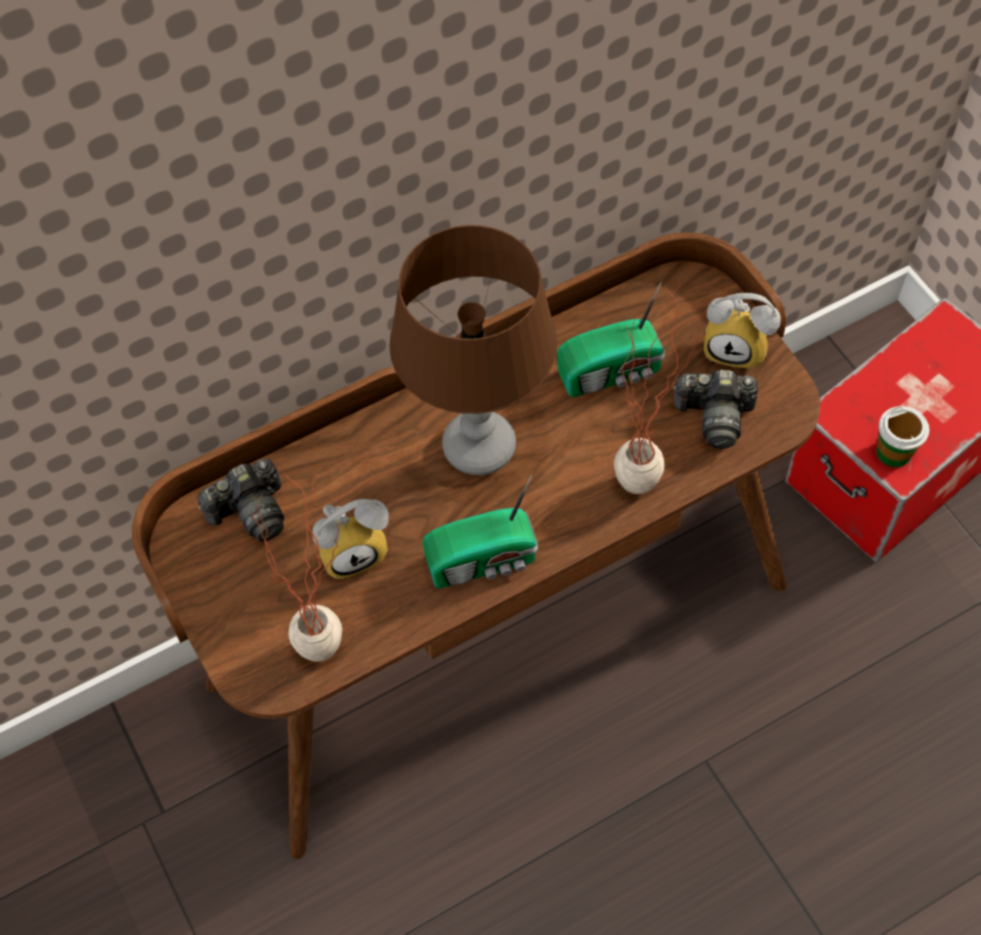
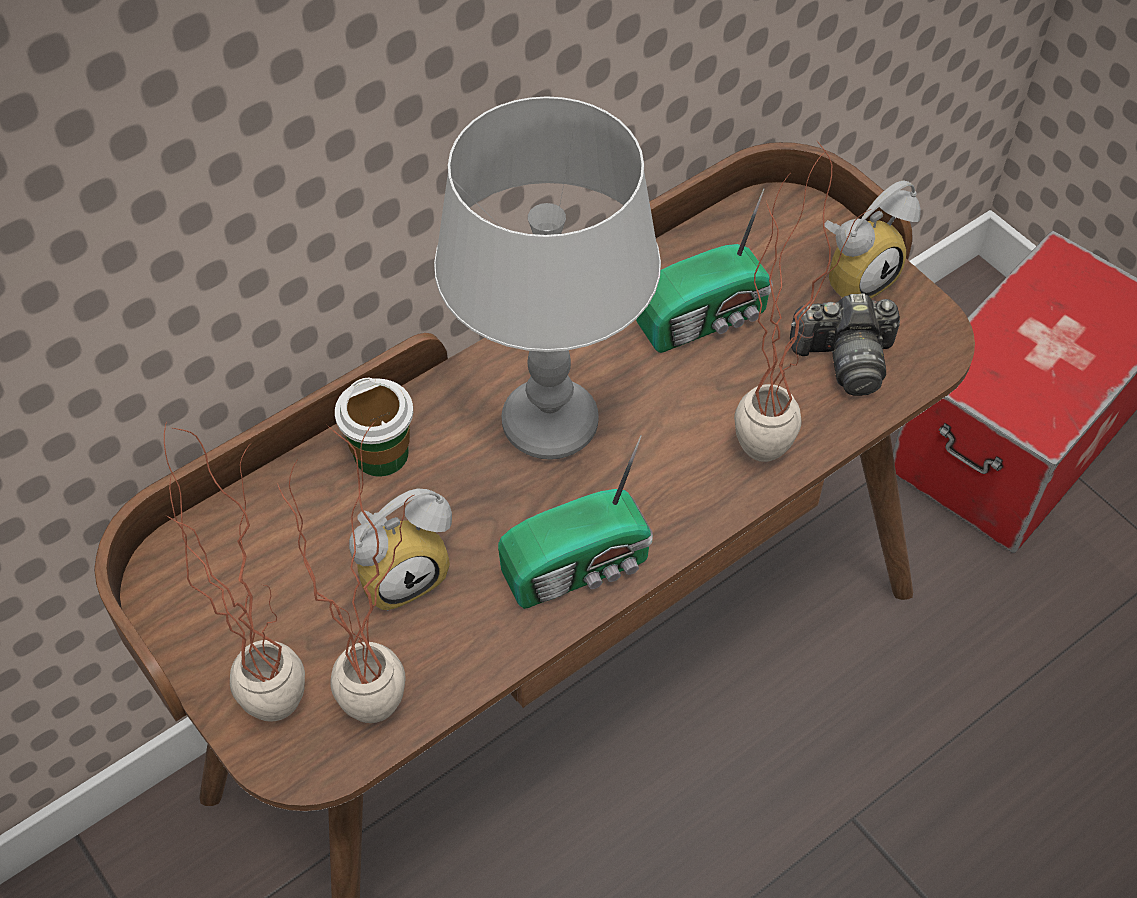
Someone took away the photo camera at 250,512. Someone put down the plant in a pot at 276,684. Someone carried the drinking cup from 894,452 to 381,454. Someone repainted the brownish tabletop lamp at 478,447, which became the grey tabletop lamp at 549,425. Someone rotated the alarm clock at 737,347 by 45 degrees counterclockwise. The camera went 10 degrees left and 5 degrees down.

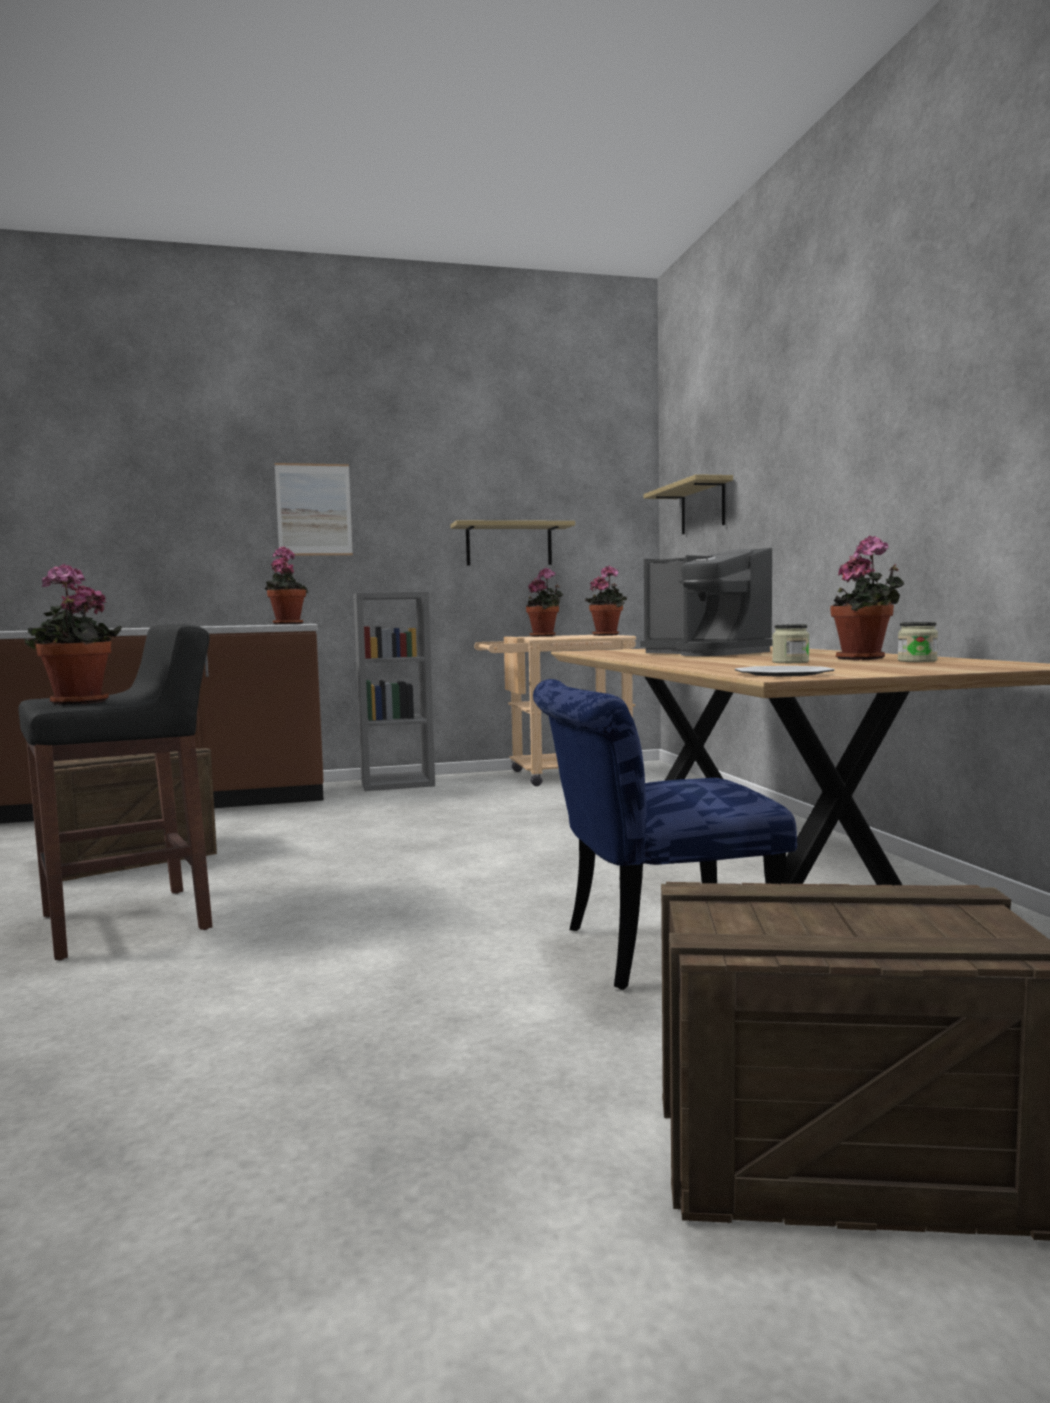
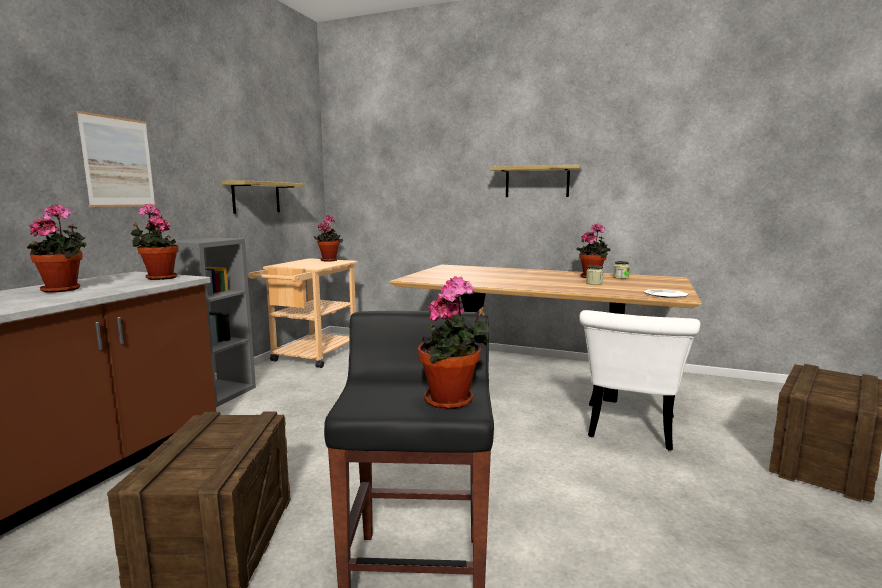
Someone took away the coffee brewer at 706,654. Someone carried the plant in a pot from 545,636 to 65,289. Someone carried the wall shelf from 703,507 to 537,182. Someone repainted the bluish upright chair at 652,950, which became the whitish upright chair at 628,430. The camera went 55 degrees left and 5 degrees up.

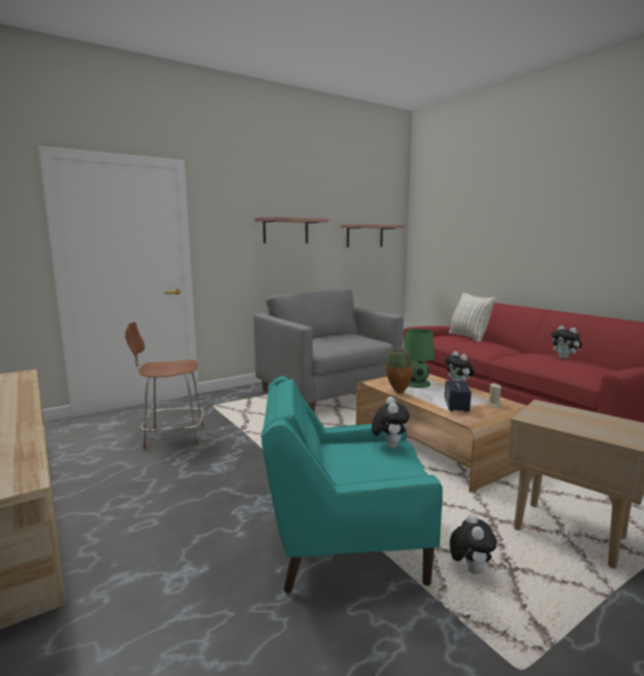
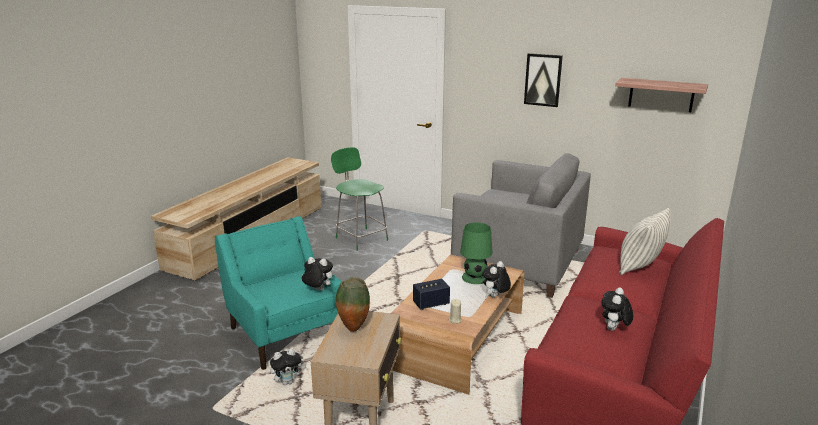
Someone carried the decorative vase from 398,392 to 353,328. Someone swapped the wall shelf at 285,231 for the picture at 543,80. Someone repainted the brownish stool seat at 172,436, which became the green stool seat at 360,238. Someone rotated the grey easy chair at 328,392 by 90 degrees clockwise. Someone rotated the cuddly toy at 389,445 by 135 degrees counterclockwise. The camera went 60 degrees right and 10 degrees up.

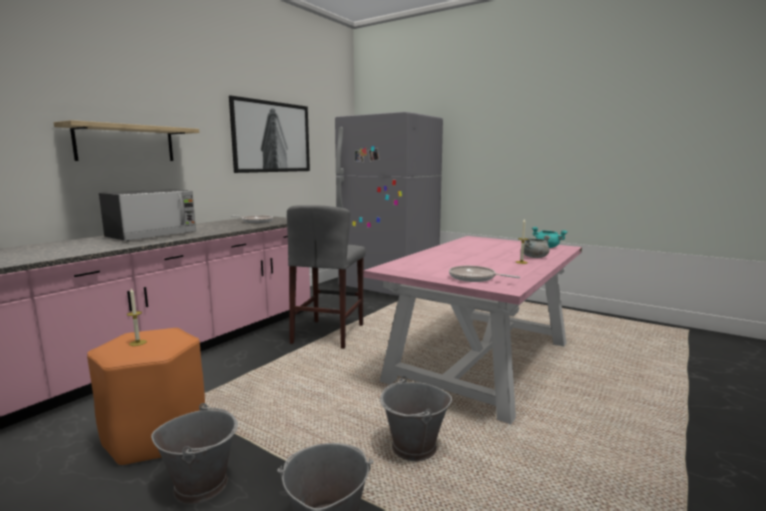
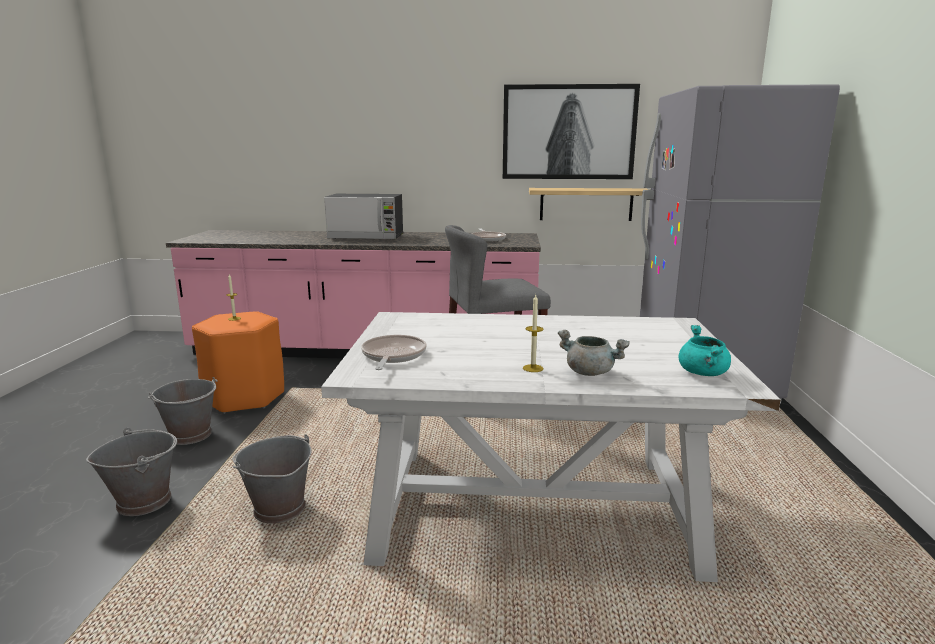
Someone carried the wall shelf from 126,143 to 586,204. Someone repainted the pinkish dinner table at 481,361, which became the whitish dinner table at 531,507. The camera went 60 degrees right and 5 degrees up.

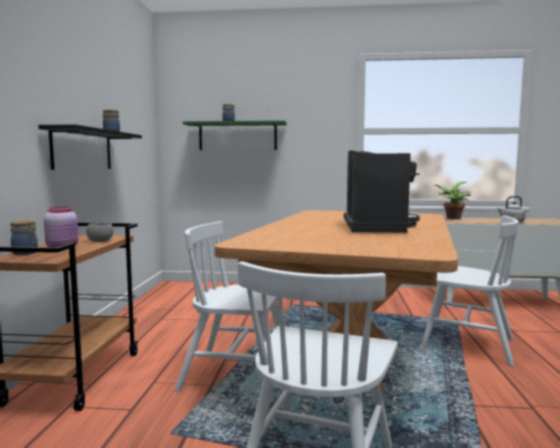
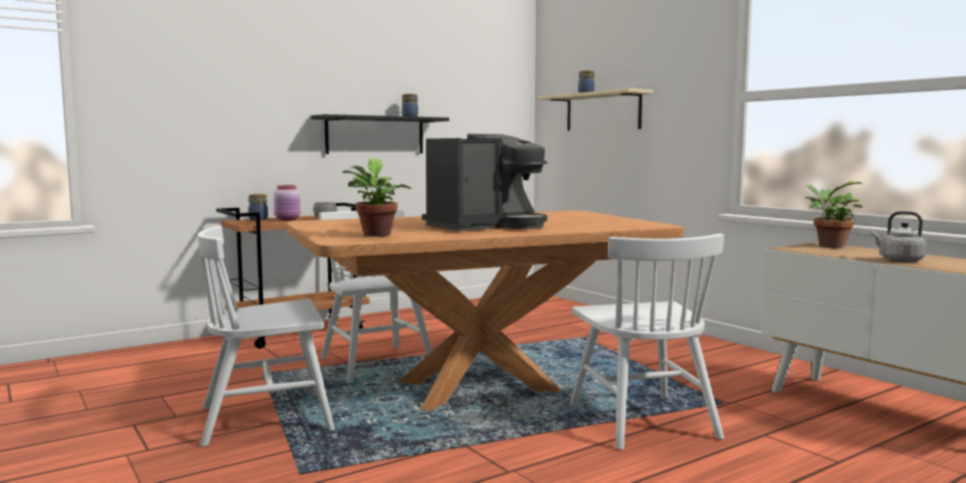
Someone put down the plant in a pot at 376,235. Someone repainted the green wall shelf at 237,136, which became the beige-coloured wall shelf at 603,111. The camera went 50 degrees right and 0 degrees up.

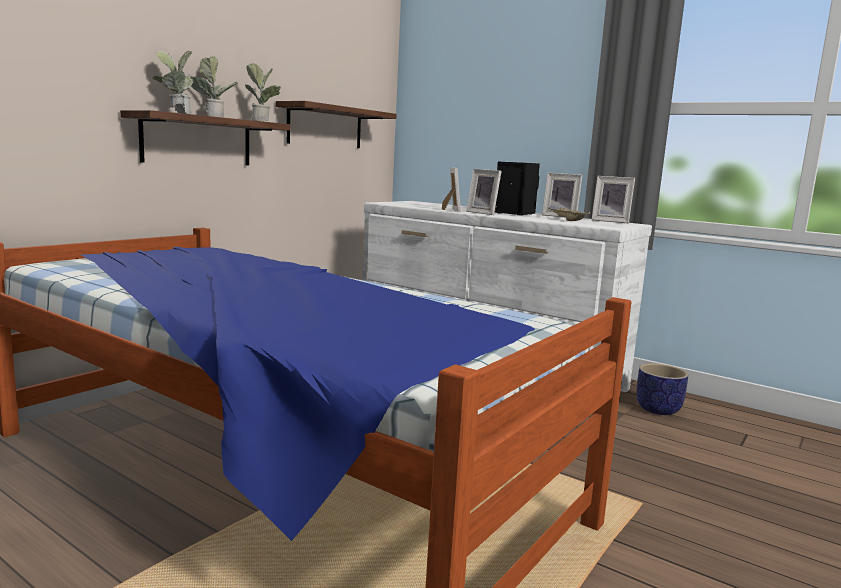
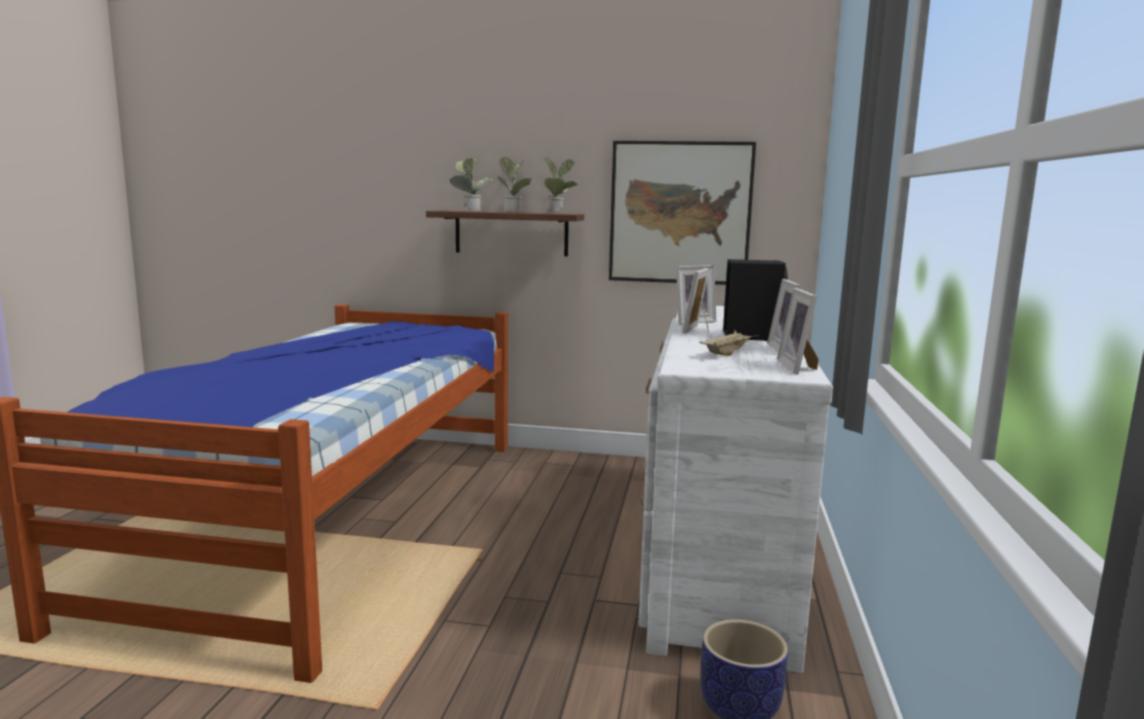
Someone swapped the wall shelf at 325,127 for the picture at 680,213. The camera went 65 degrees right and 0 degrees up.

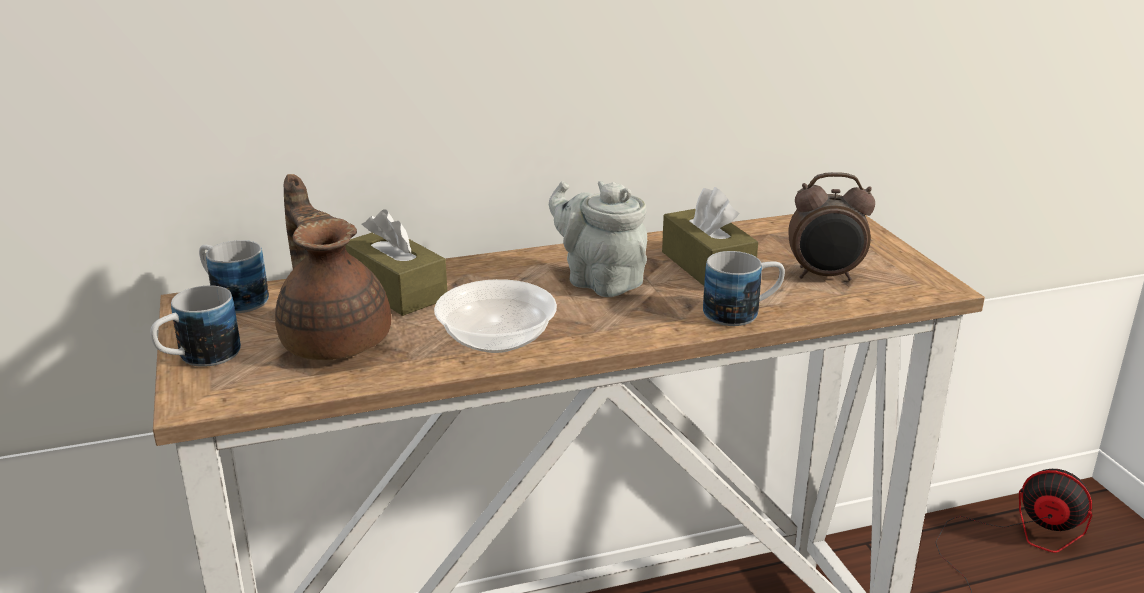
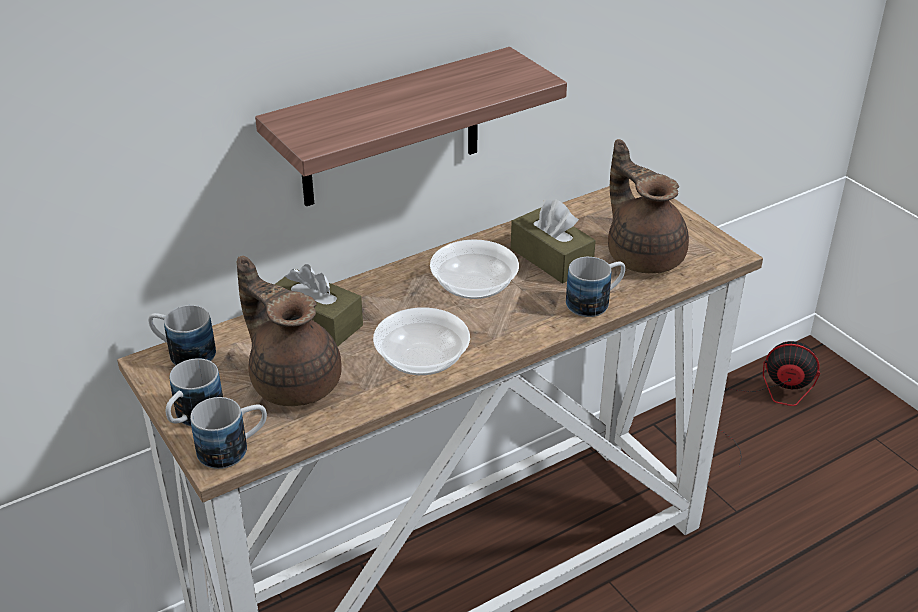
Someone put down the tea mug at 234,448. Someone put up the wall shelf at 391,129. Someone swapped the grey teapot at 600,281 for the bowl at 474,287. Someone swapped the alarm clock at 825,276 for the brownish teapot at 643,255. The camera went 15 degrees left and 10 degrees up.

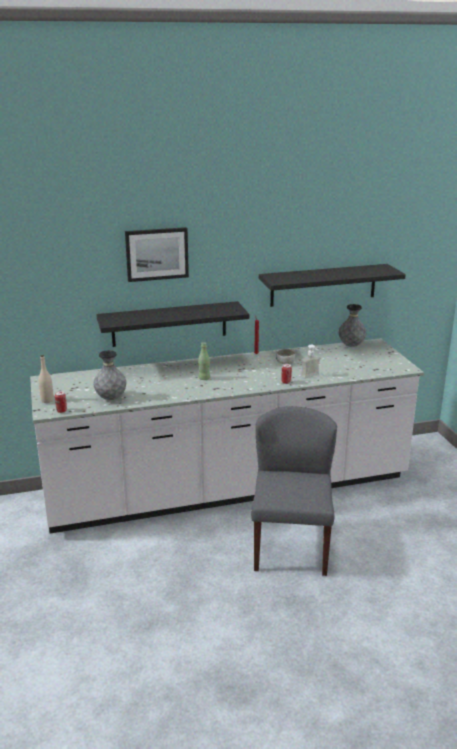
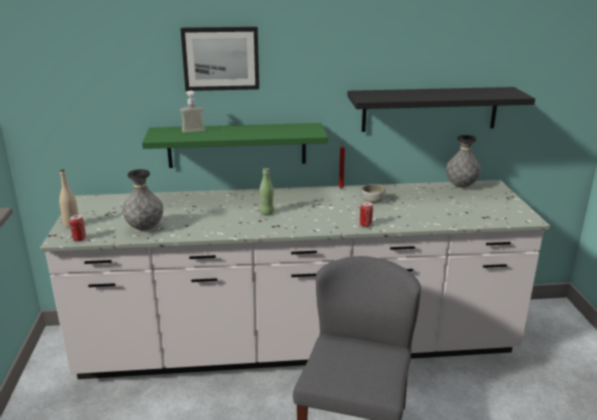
Someone carried the soap dispenser from 312,377 to 194,132. Someone repainted the blackish wall shelf at 169,324, which became the green wall shelf at 237,145. The camera went 10 degrees right and 0 degrees up.

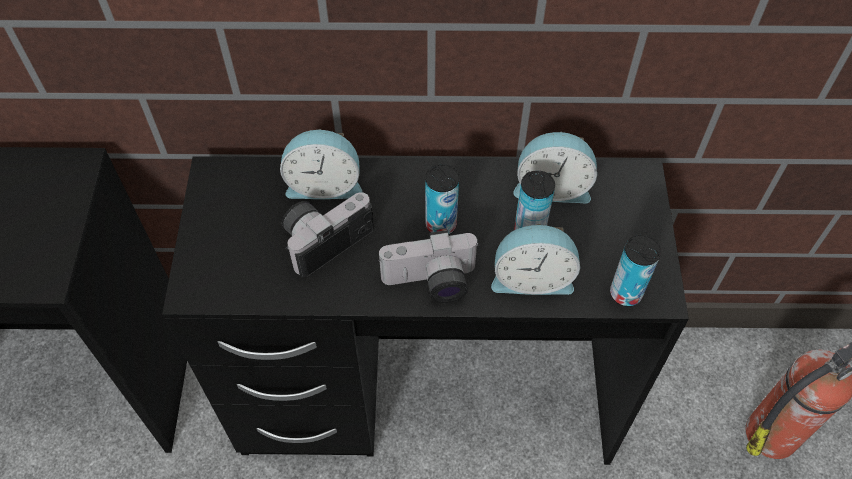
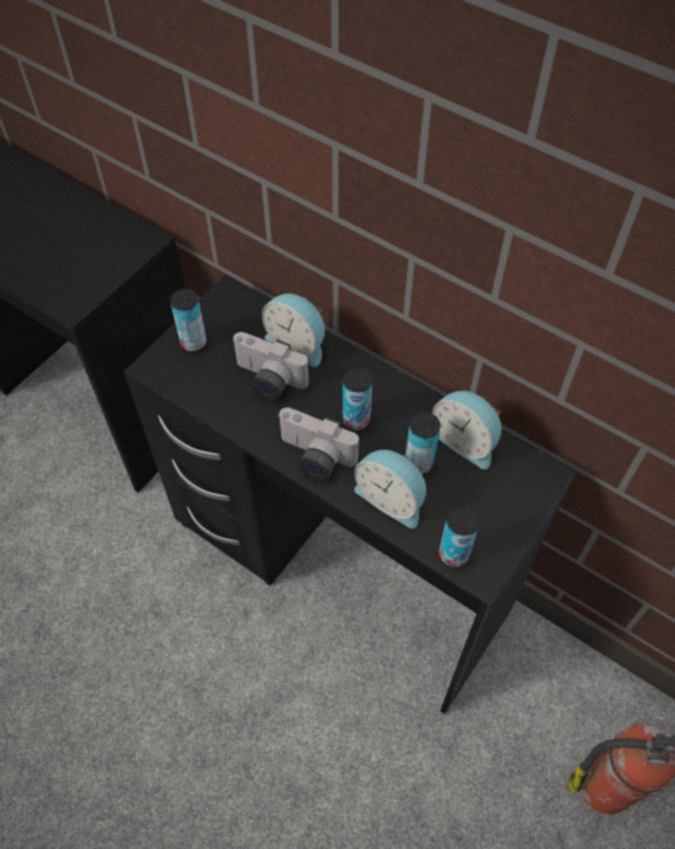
Someone put down the can at 193,342. Someone rotated the photo camera at 324,237 by 150 degrees counterclockwise. The camera went 35 degrees right and 0 degrees up.

